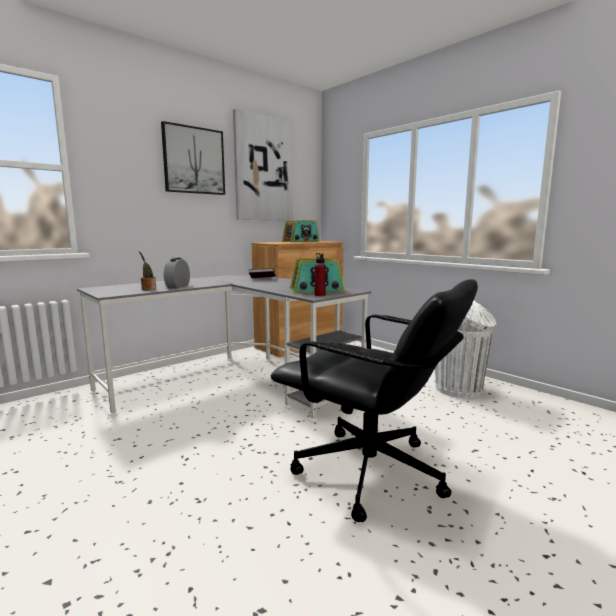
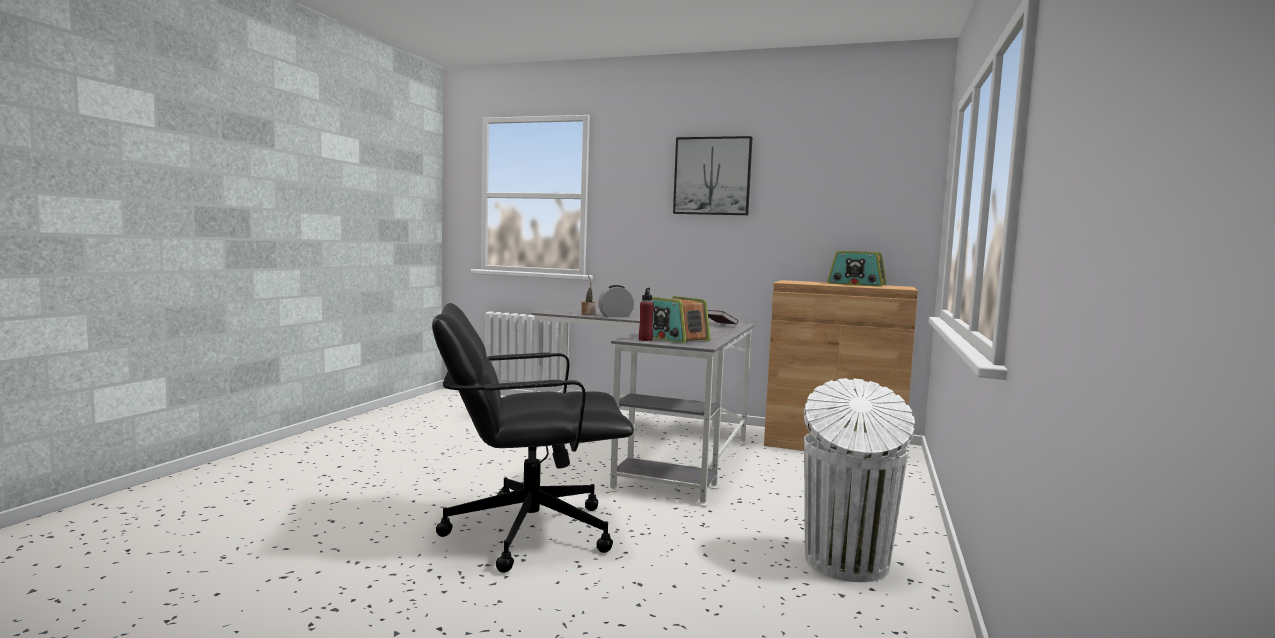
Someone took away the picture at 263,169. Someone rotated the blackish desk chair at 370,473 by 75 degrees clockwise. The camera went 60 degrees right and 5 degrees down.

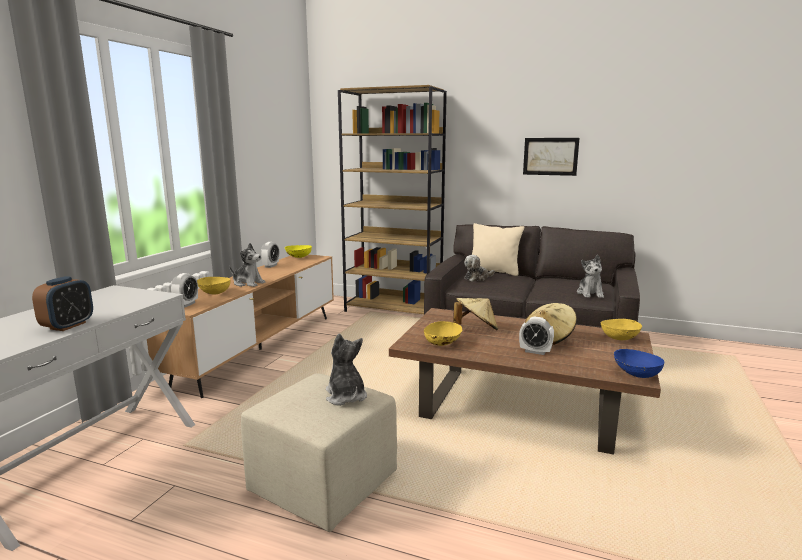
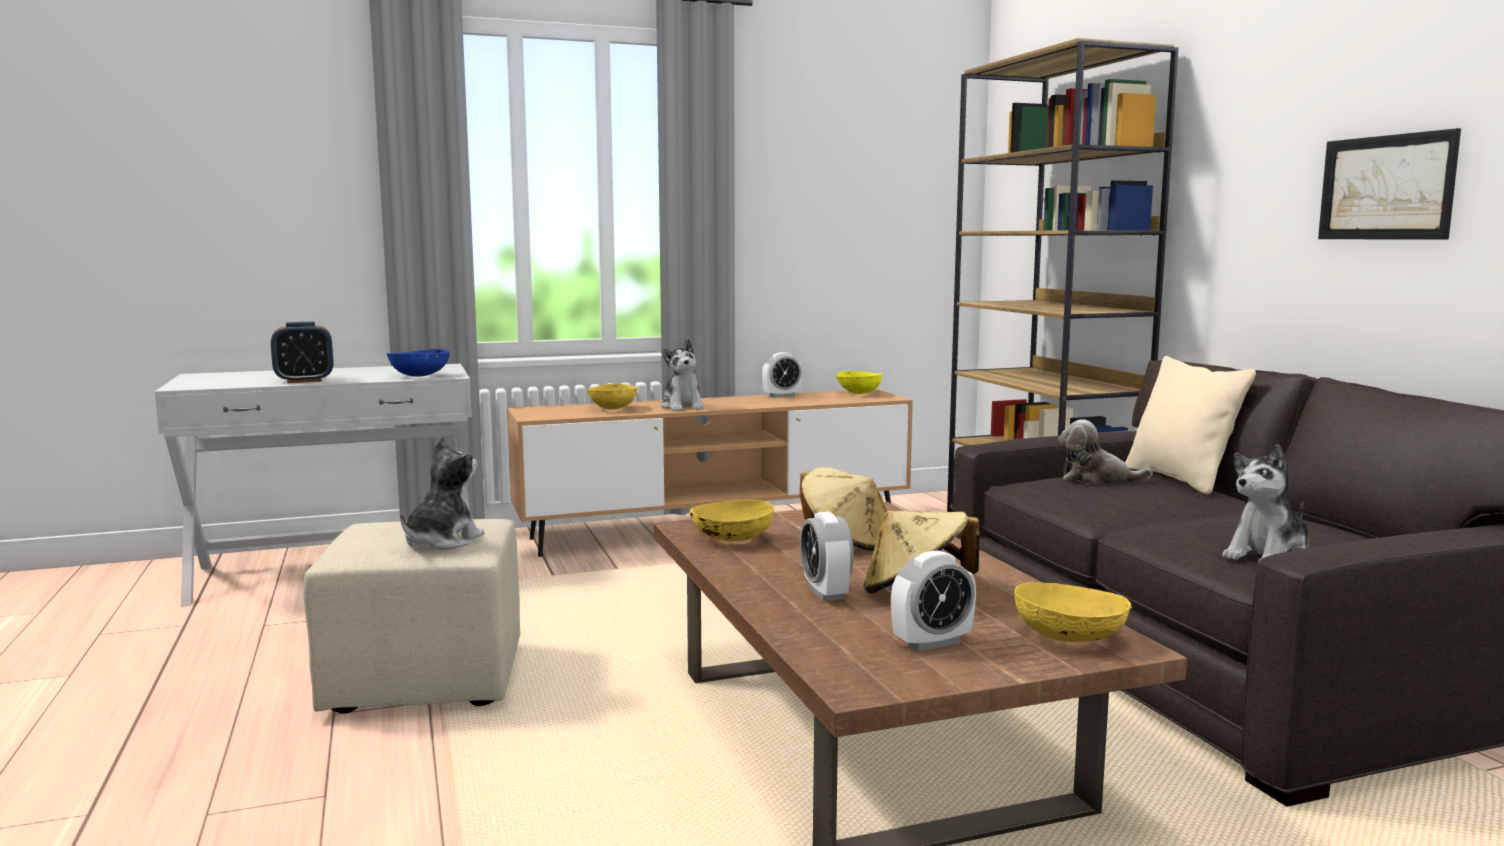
Someone carried the alarm clock from 186,304 to 932,643. Someone carried the bluish bowl from 635,374 to 419,376. The camera went 50 degrees right and 5 degrees down.

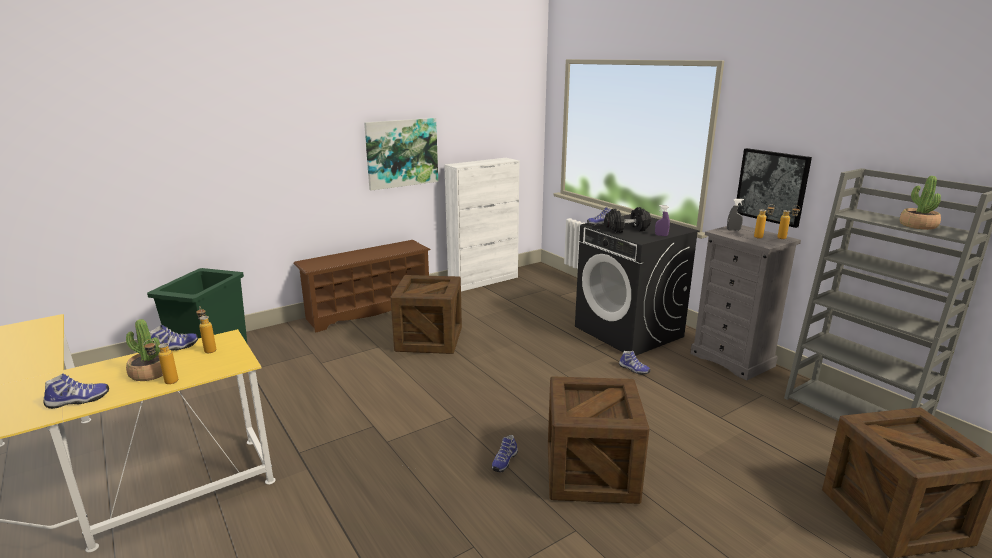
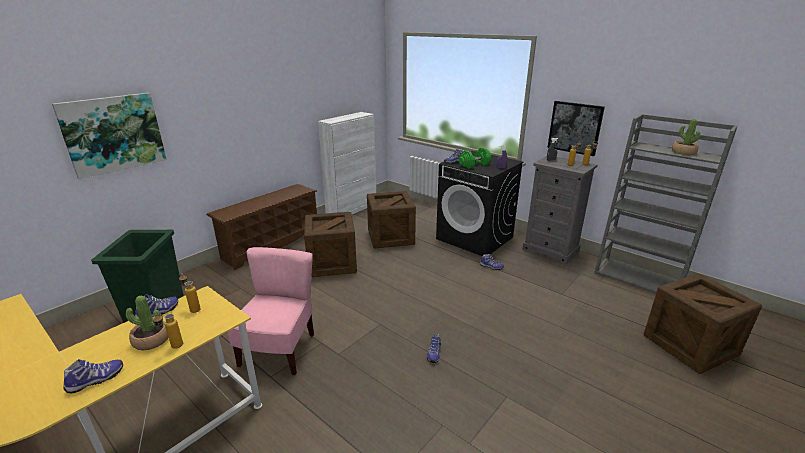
Someone put down the pinkish upright chair at 279,350. Someone carried the picture from 402,153 to 113,134. Someone carried the shipping crate from 591,473 to 390,237. Someone repainted the blackish free weight at 626,229, which became the green free weight at 474,165. The camera went 15 degrees left and 5 degrees up.

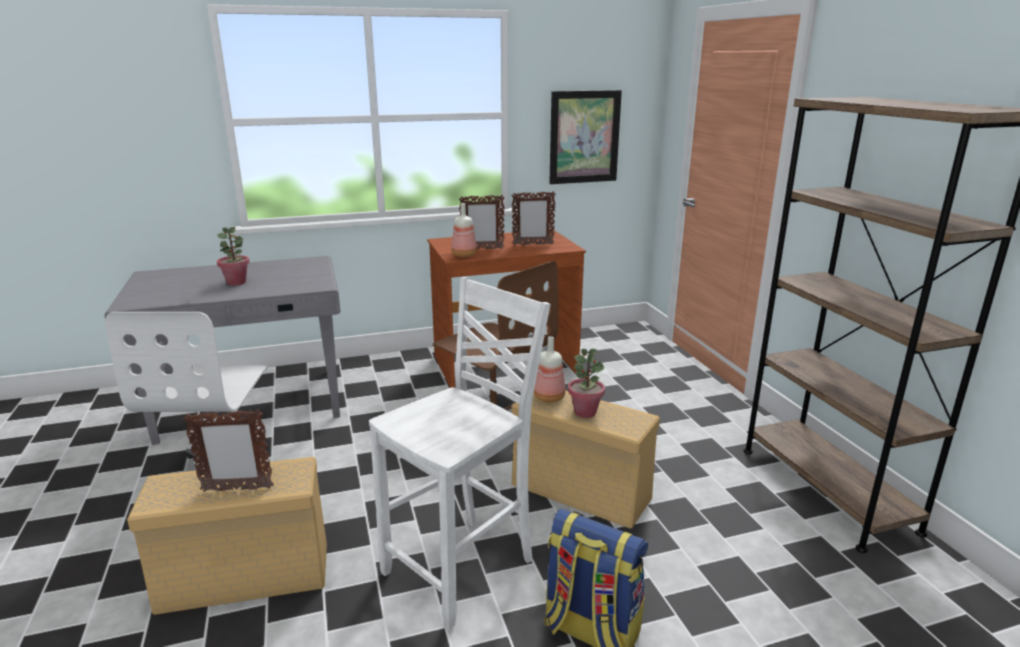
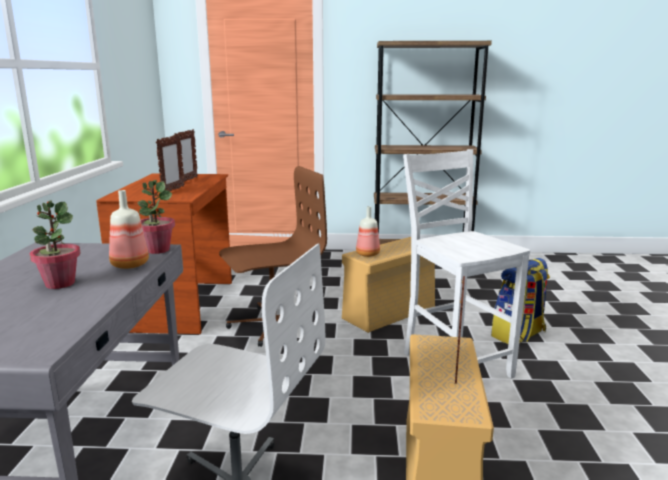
Someone took away the picture at 584,137. Someone carried the bottle from 463,255 to 129,265. Someone carried the plant in a pot from 585,412 to 157,250. The camera went 70 degrees left and 5 degrees down.

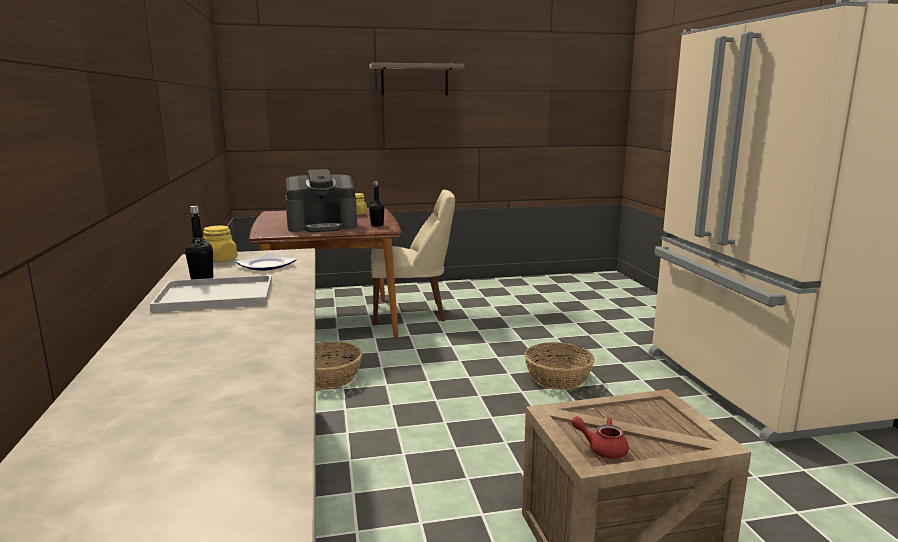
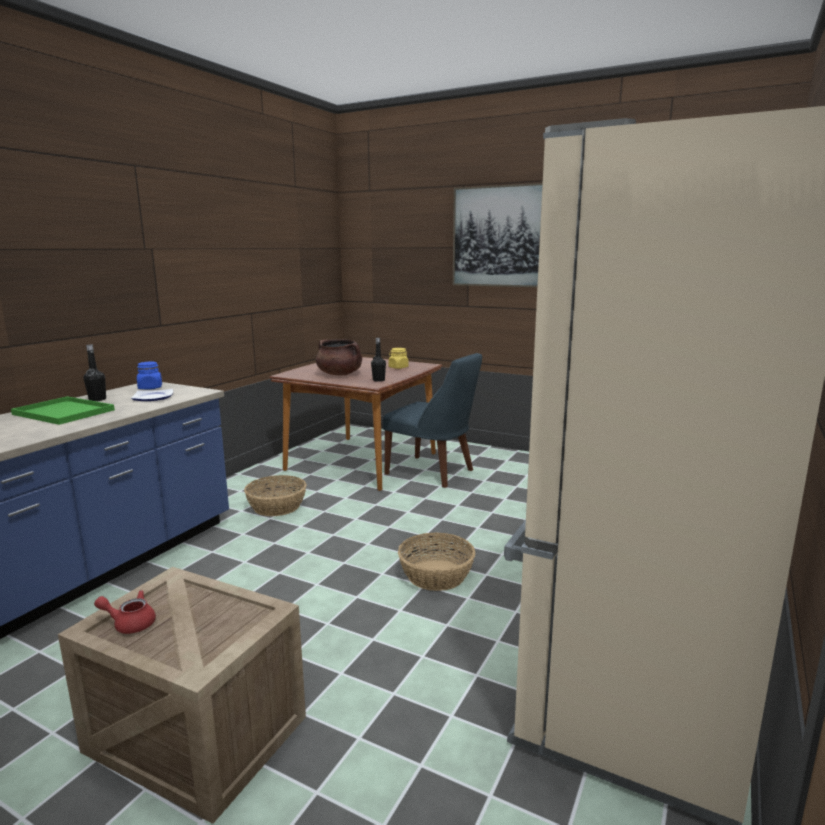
Someone swapped the coffee brewer at 322,226 for the brownish saucepot at 340,374. Someone swapped the wall shelf at 414,80 for the picture at 499,237. Someone repainted the whitish serving tray at 213,296, which became the green serving tray at 61,412. Someone repainted the yellow preserve jar at 219,259, which became the bluish preserve jar at 150,388. Someone repainted the beige-coloured upright chair at 412,313, which became the bluish upright chair at 433,473. Someone rotated the reddish teapot at 602,448 by 60 degrees counterclockwise. The camera went 40 degrees right and 0 degrees up.

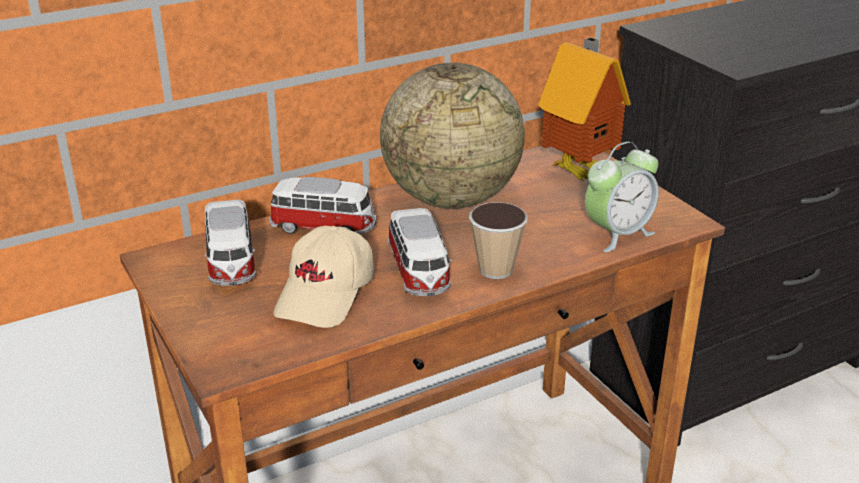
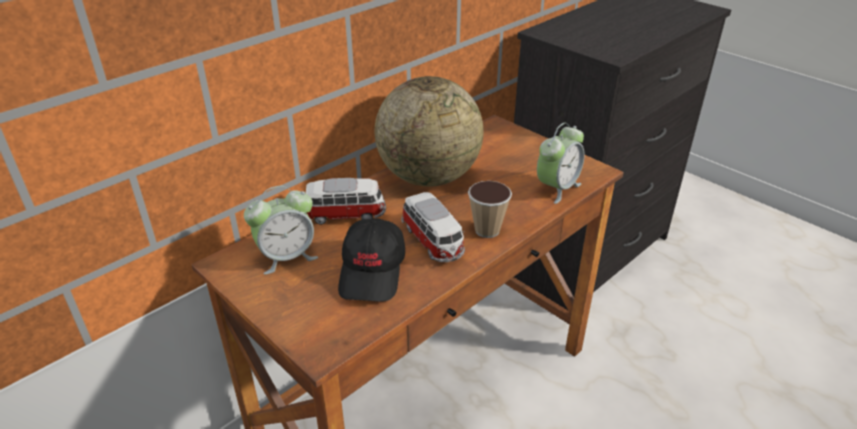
Someone took away the model house at 580,170. Someone swapped the miniature car at 231,263 for the alarm clock at 286,257. Someone repainted the beige-coloured peaked cap at 326,294, which became the blackish peaked cap at 373,272. The camera went 15 degrees left and 5 degrees up.

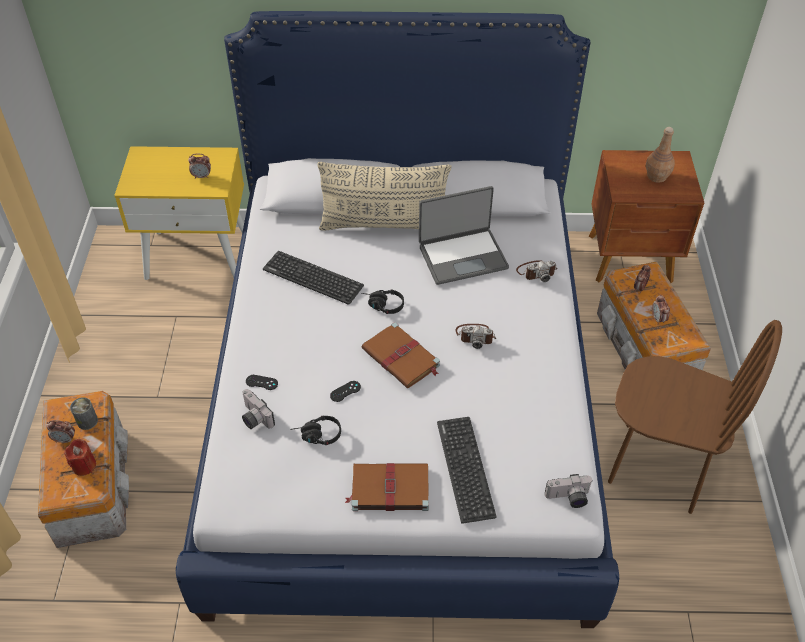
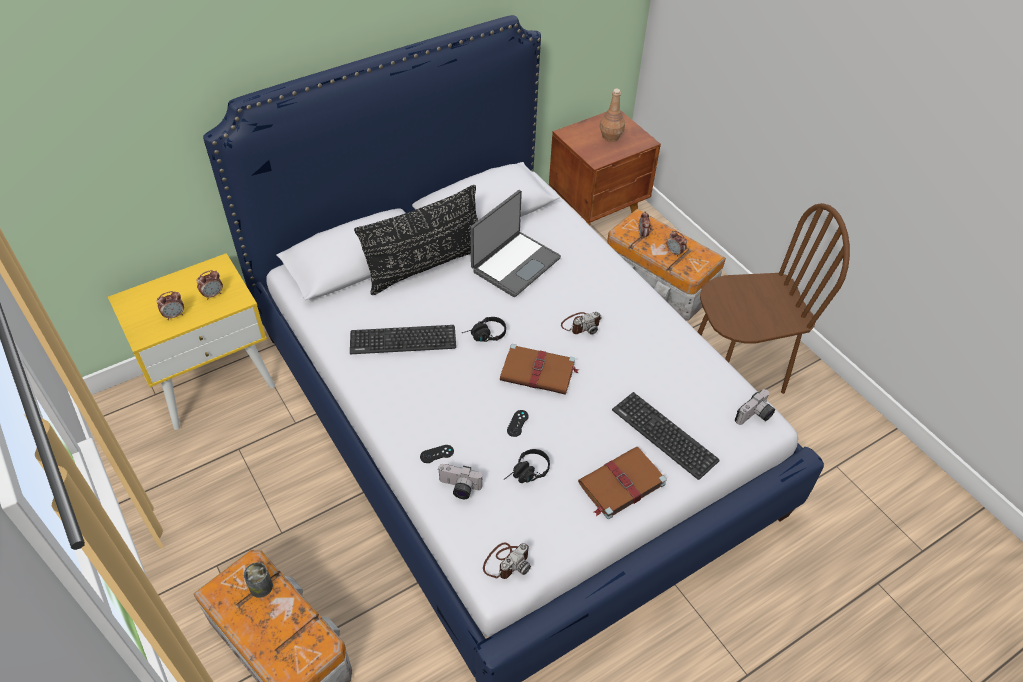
Someone took away the reddish wax candle at 84,465. Someone carried the alarm clock from 65,440 to 174,315. Someone carried the photo camera from 536,272 to 506,562. Someone repainted the beige-coloured cushion at 384,225, which became the blackish cushion at 426,266. The camera went 35 degrees left and 0 degrees up.

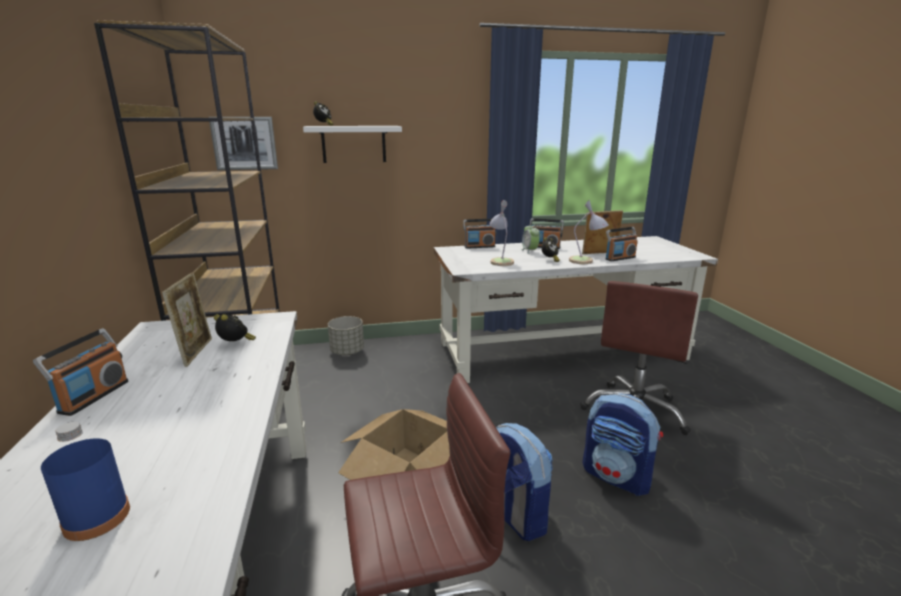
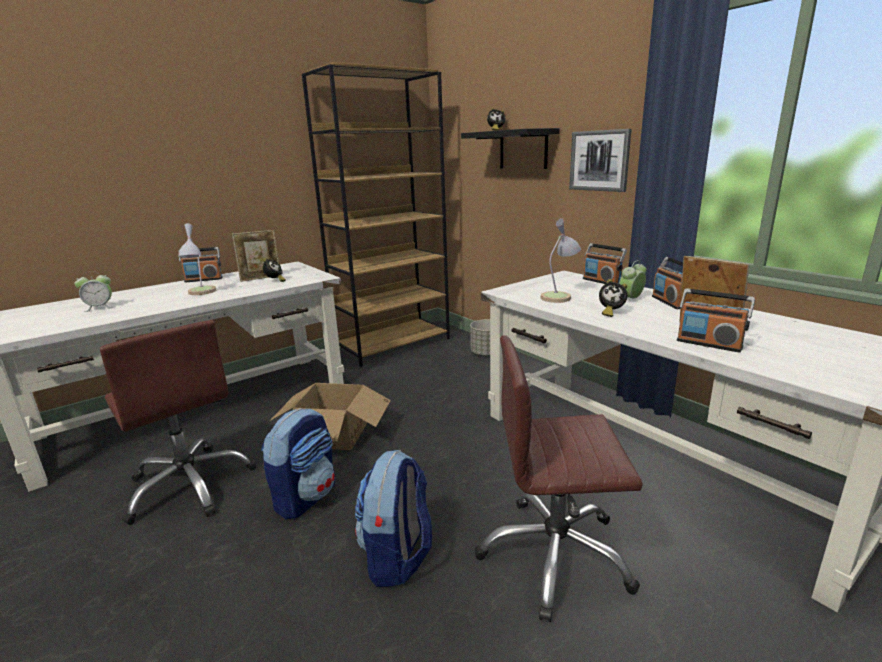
Someone carried the picture from 244,143 to 599,160. Someone carried the tabletop lamp from 586,261 to 200,293. Someone swapped the bluish bottle at 97,518 for the alarm clock at 100,308. Someone repainted the whitish wall shelf at 354,144, which became the blackish wall shelf at 523,149. The camera went 65 degrees right and 0 degrees up.

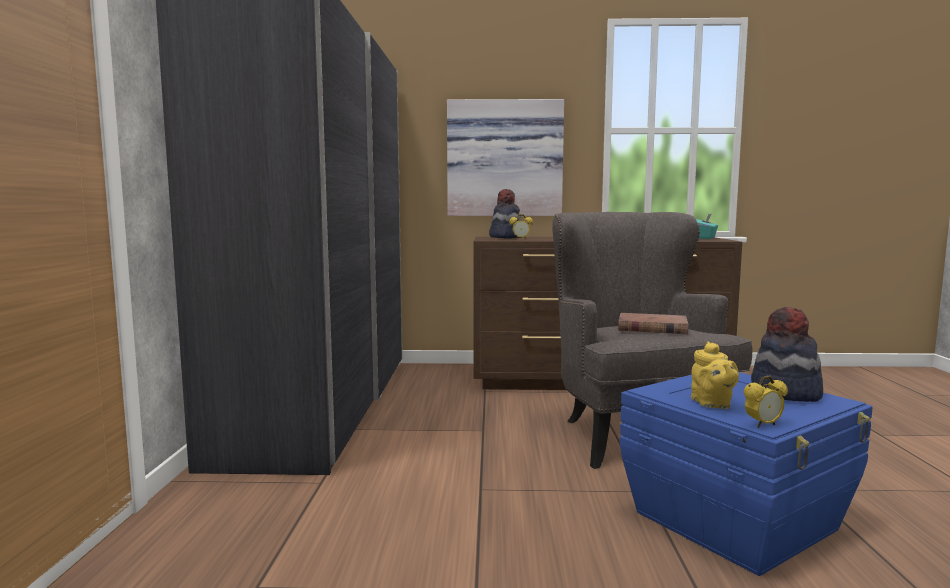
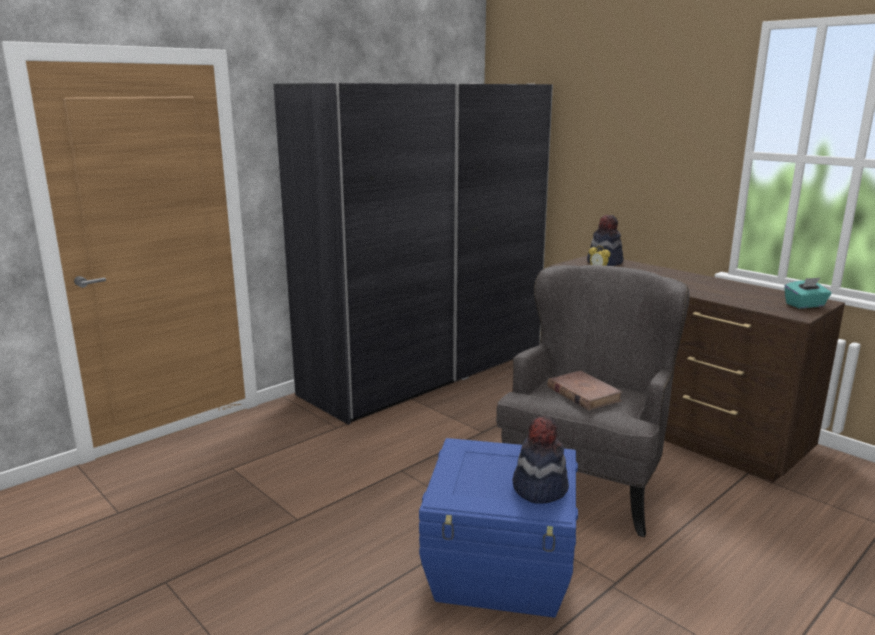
Someone took away the picture at 504,159. Someone took away the yellow teapot at 712,404. Someone took away the alarm clock at 763,425. The camera went 45 degrees right and 10 degrees up.

